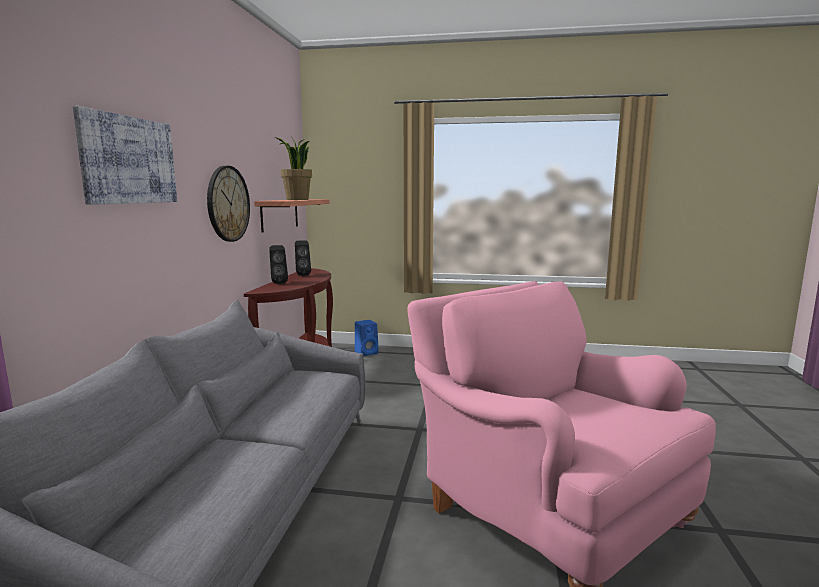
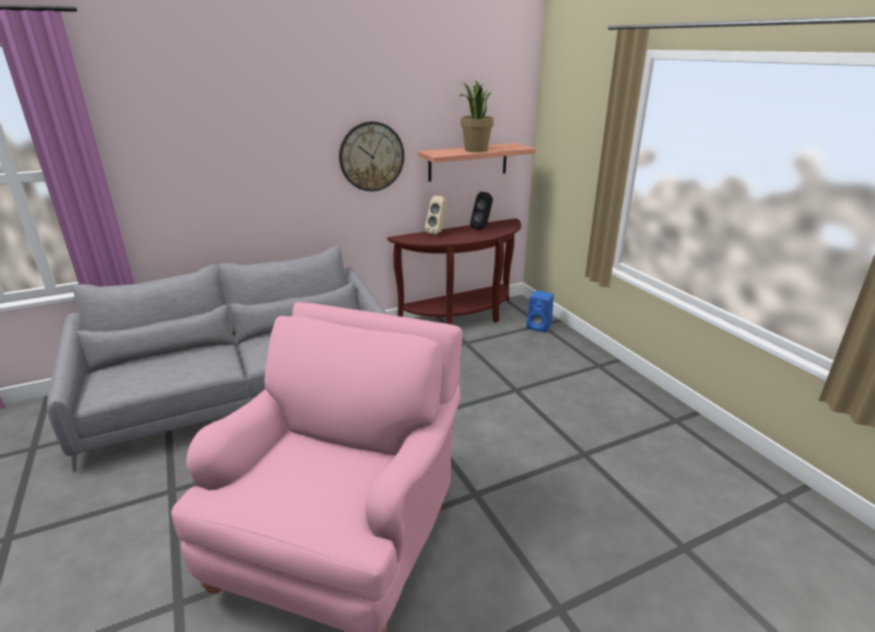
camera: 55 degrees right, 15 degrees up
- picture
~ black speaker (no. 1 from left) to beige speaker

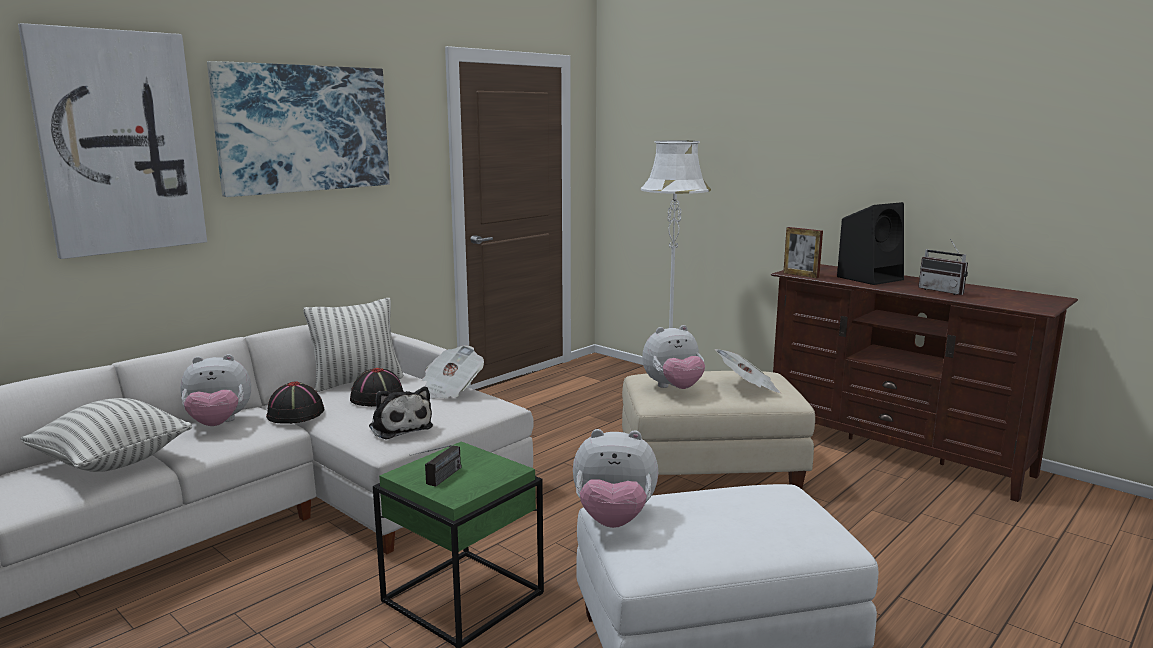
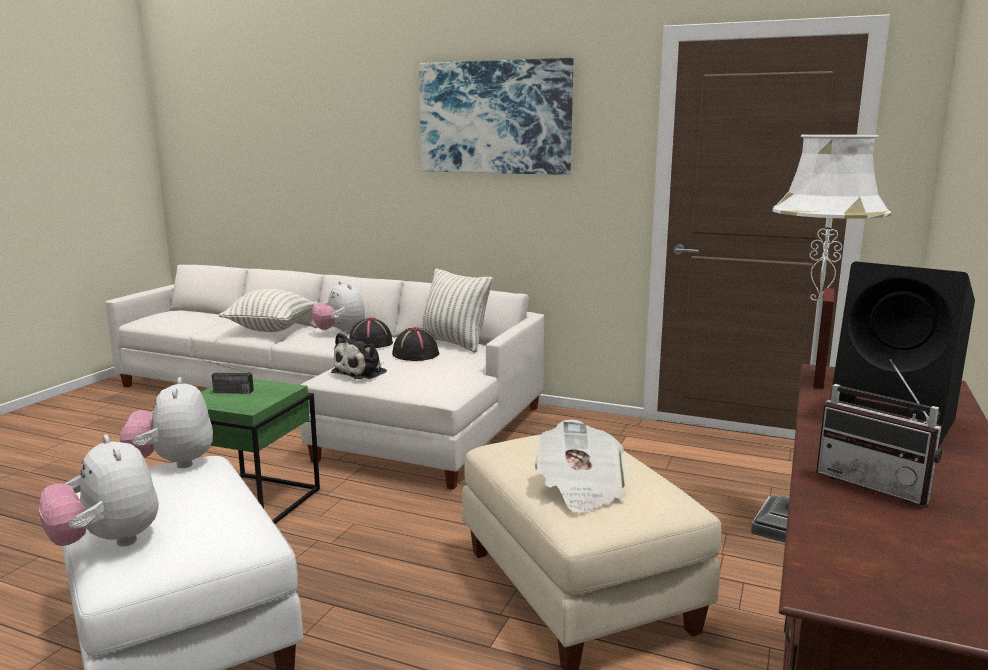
camera: 70 degrees right, 0 degrees up
- picture (no. 1 from left)
- newspaper (no. 1 from left)
~ plush toy (no. 4 from left in the first image) to plush toy (no. 1 from left)
~ radio (no. 2 from left) 75 degrees counterclockwise

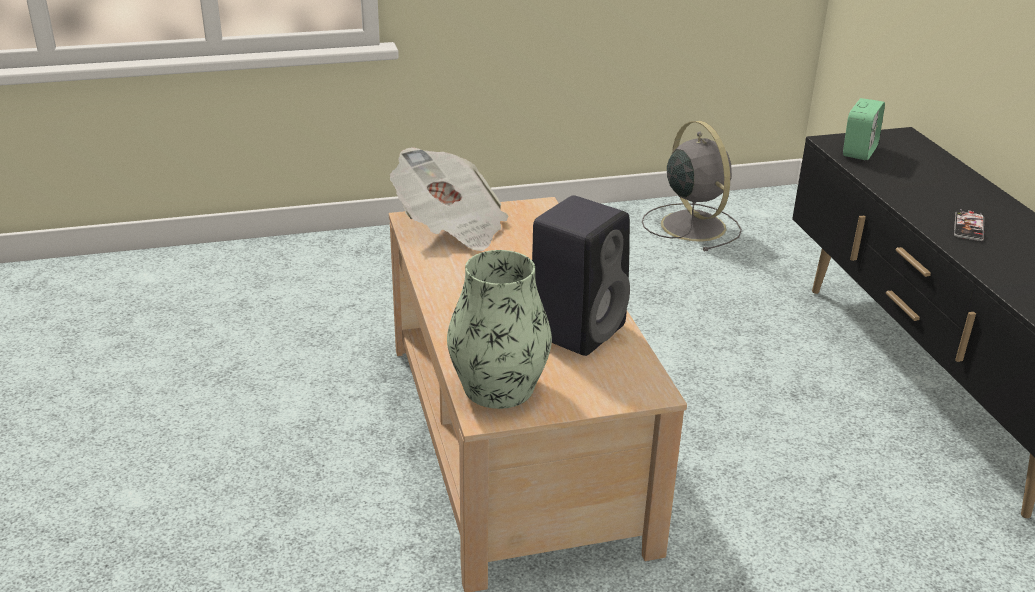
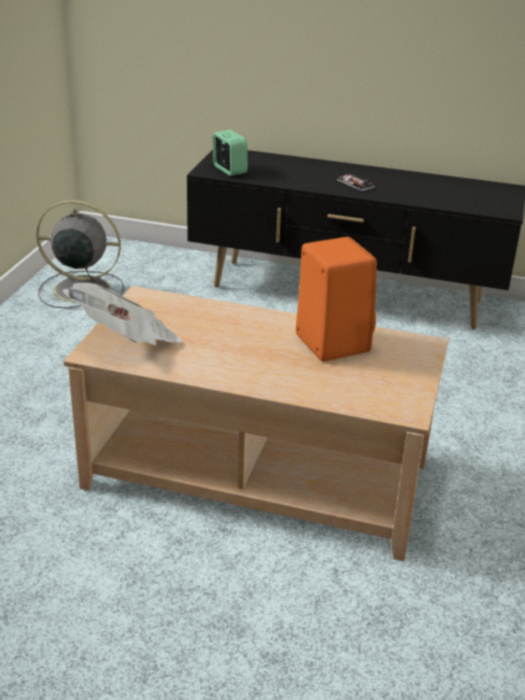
camera: 60 degrees left, 0 degrees up
- vase
~ black speaker to orange speaker

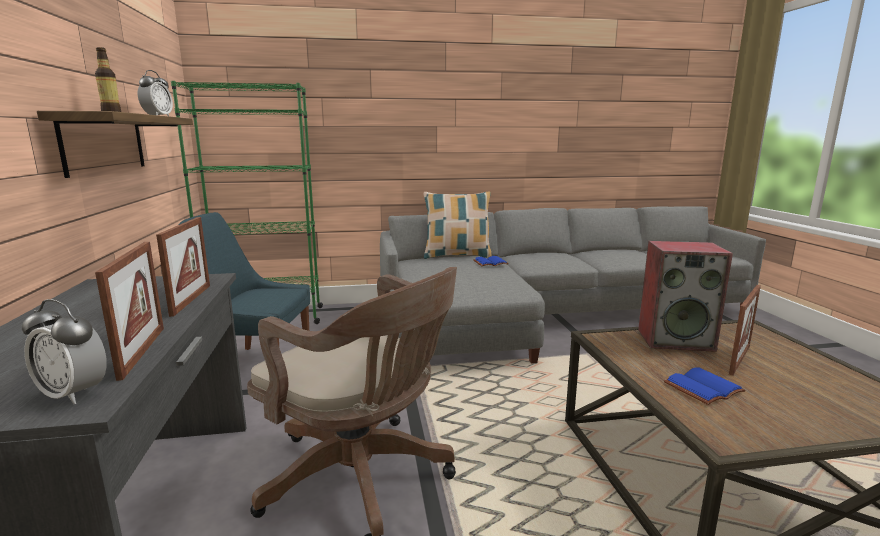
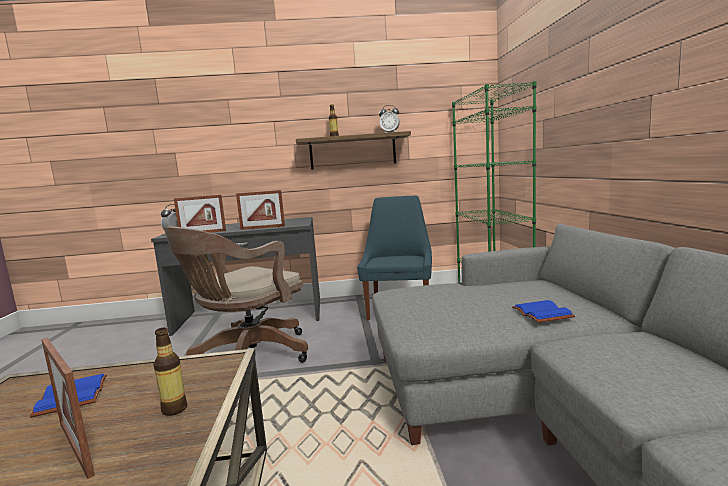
camera: 95 degrees right, 5 degrees down
- pillow
~ speaker to bottle (no. 1 from left)

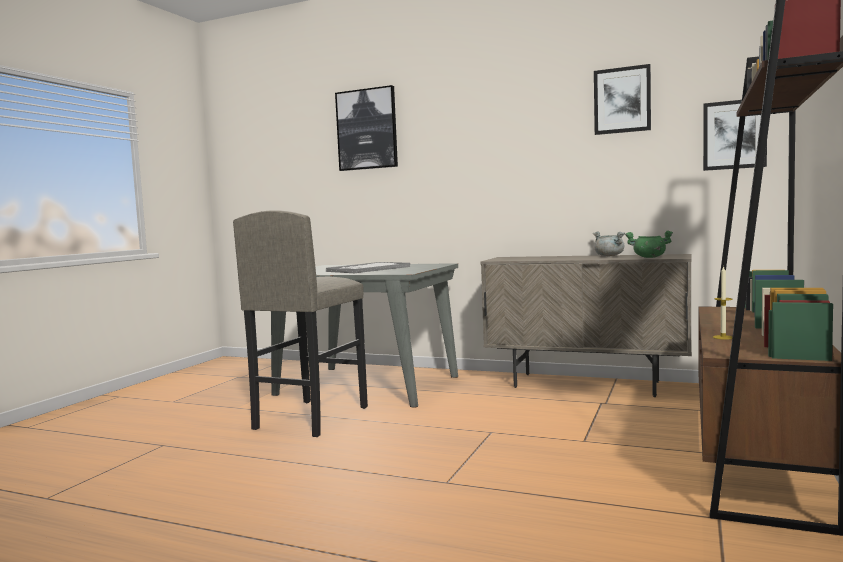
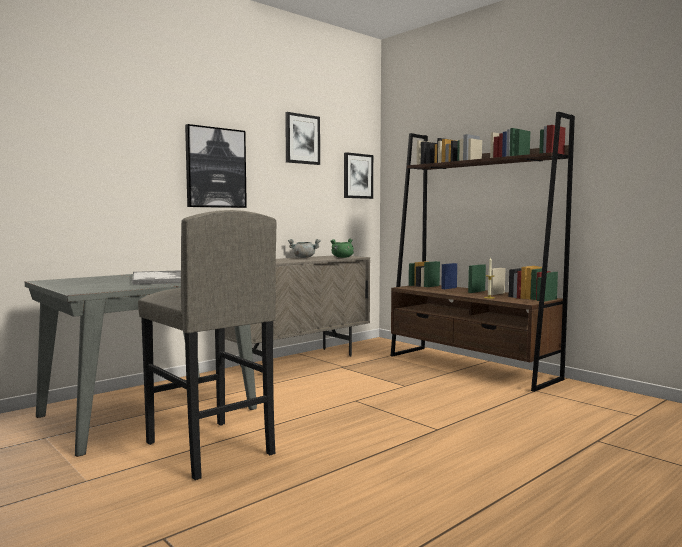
camera: 65 degrees left, 0 degrees up
~ picture (no. 1 from left)

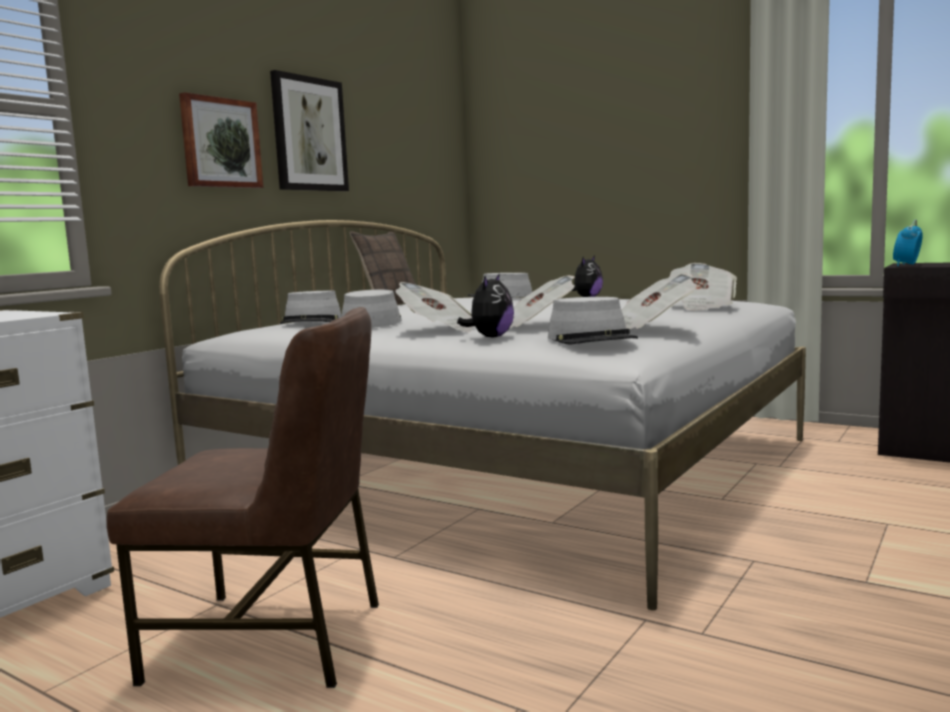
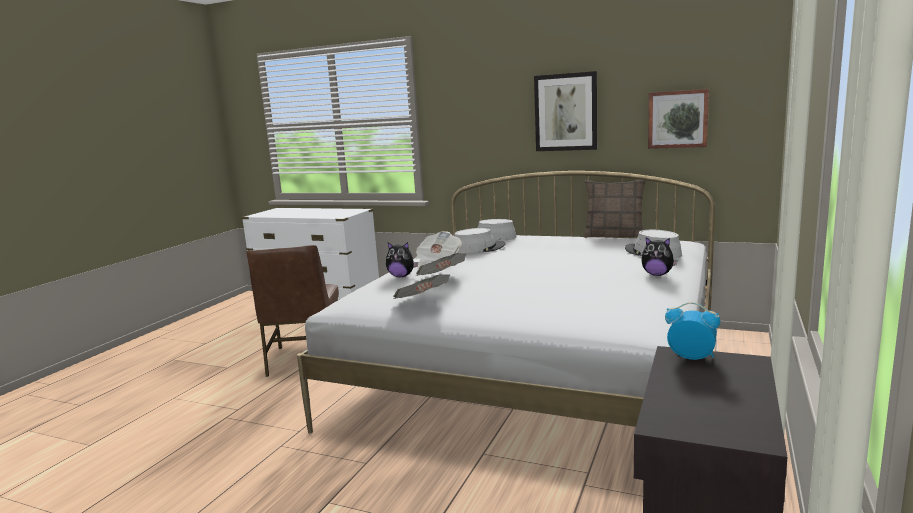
camera: 80 degrees right, 5 degrees up
- grey hat (no. 4 from left)
- newspaper (no. 4 from left)
~ picture (no. 1 from left in the first image) to picture (no. 2 from left)

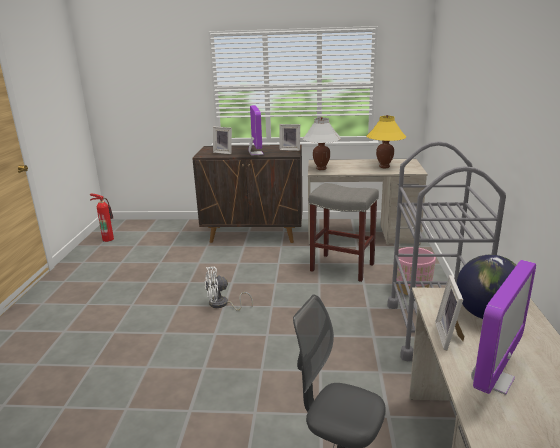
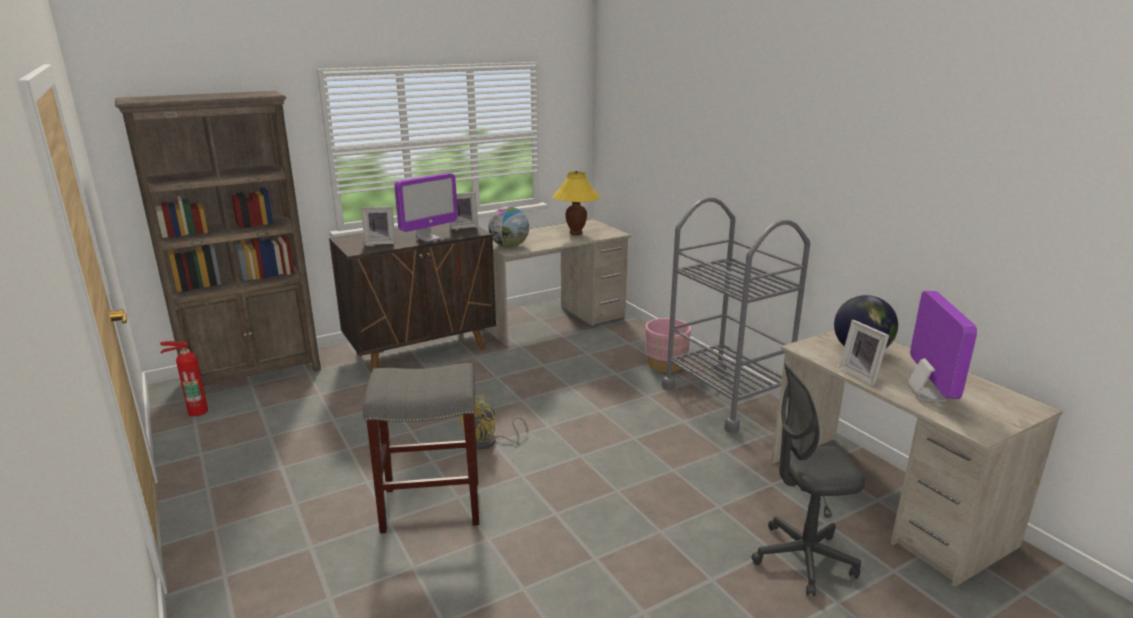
camera: 35 degrees left, 0 degrees up
+ brown bookcase
~ grey stool
~ white table lamp to globe (no. 1 from left)
~ white fan to yellow fan
~ monitor (no. 1 from left) 90 degrees clockwise

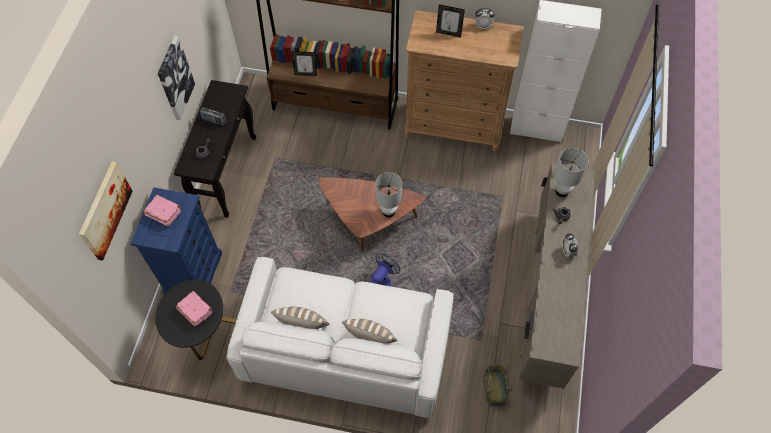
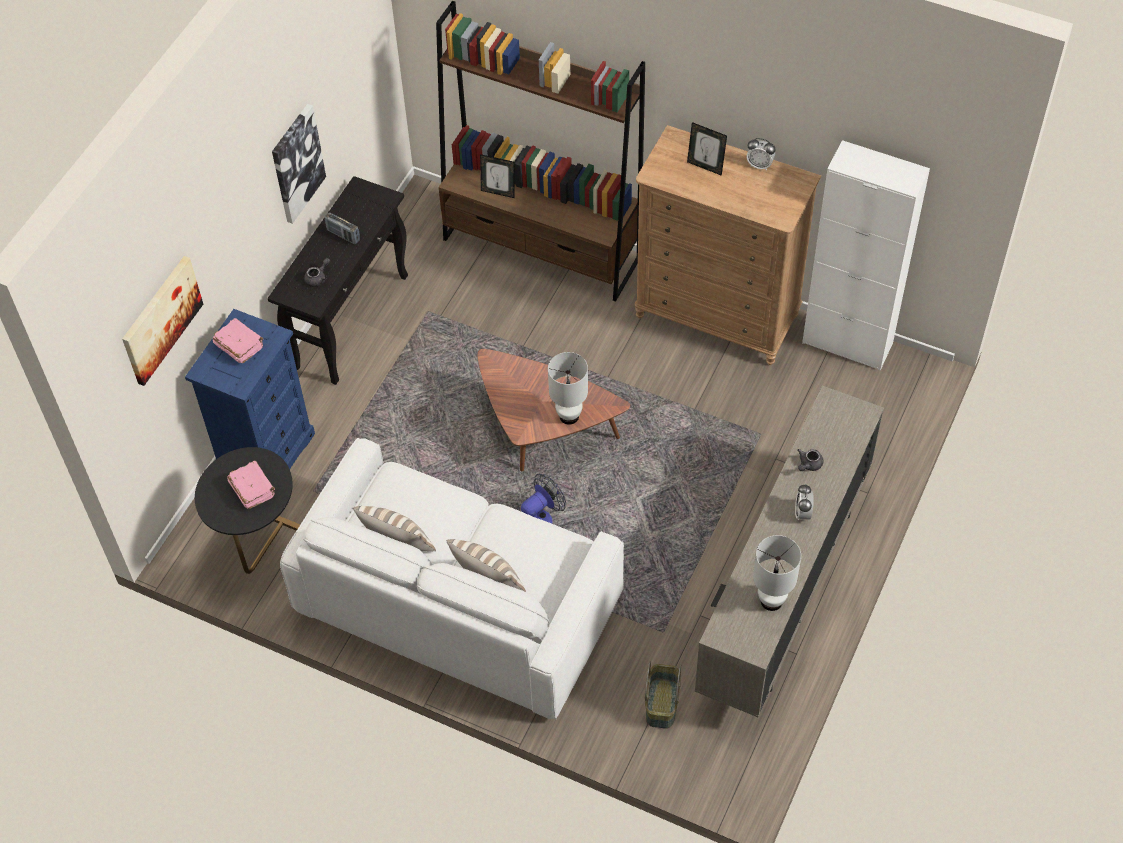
camera: 15 degrees right, 5 degrees down
~ white table lamp (no. 2 from left)

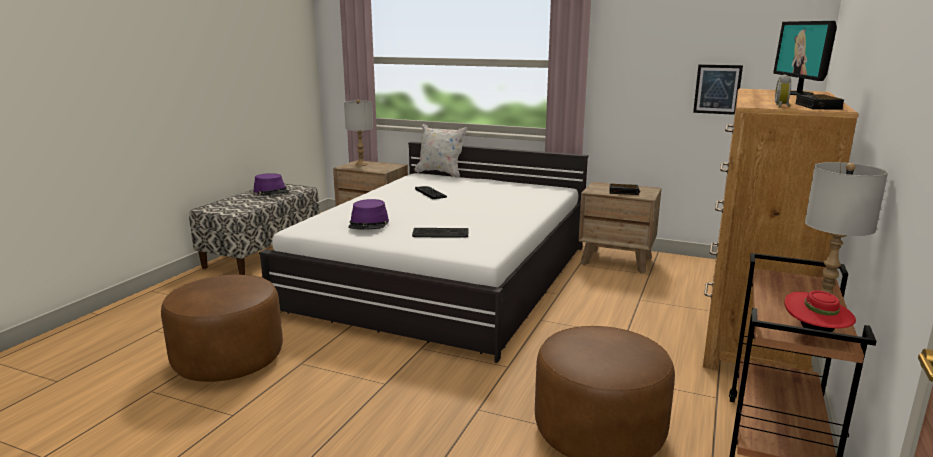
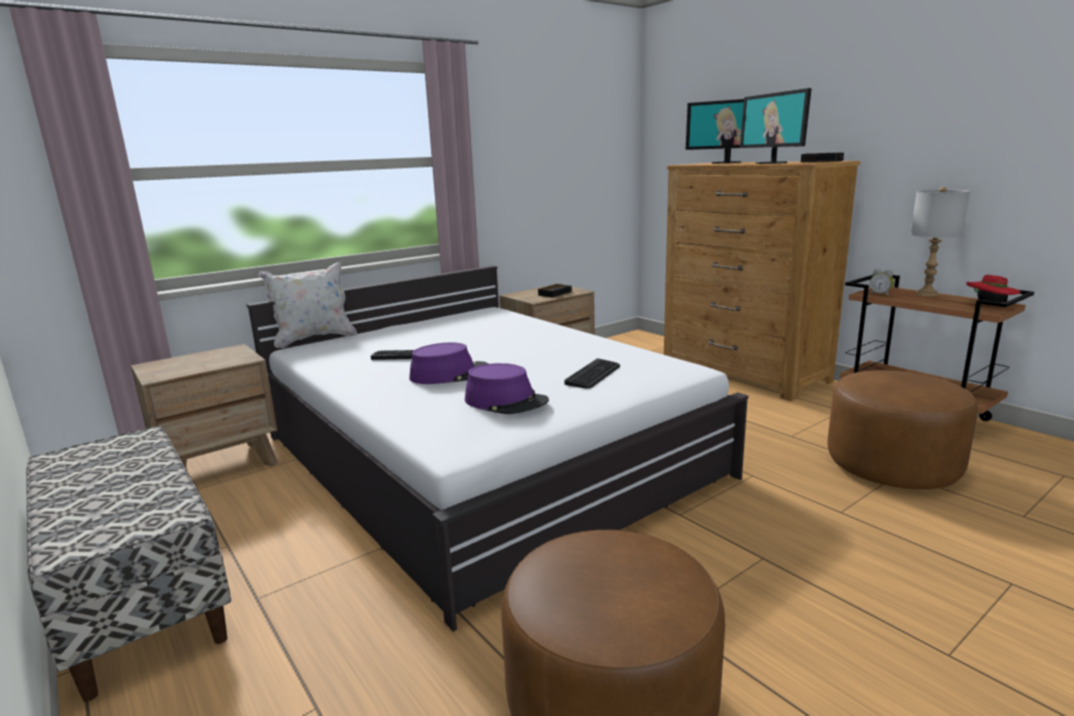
camera: 60 degrees left, 0 degrees up
- grey table lamp (no. 1 from left)
- picture
+ monitor (no. 2 from left)
~ purple hat (no. 1 from left)
~ alarm clock (no. 2 from left in the first image) to alarm clock (no. 3 from left)

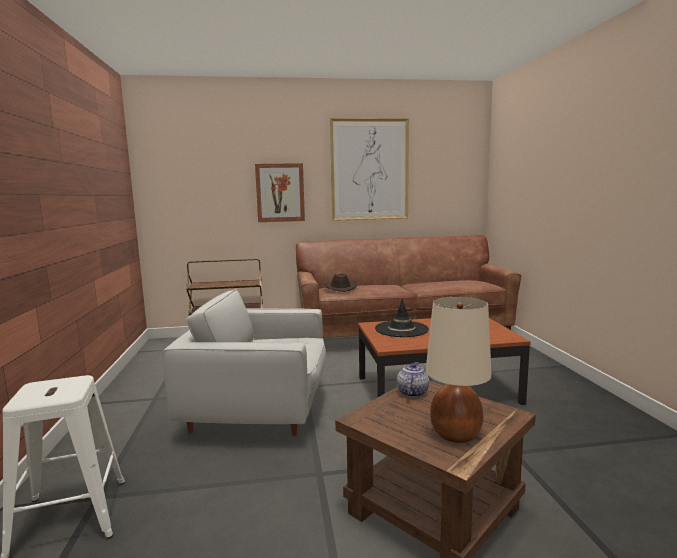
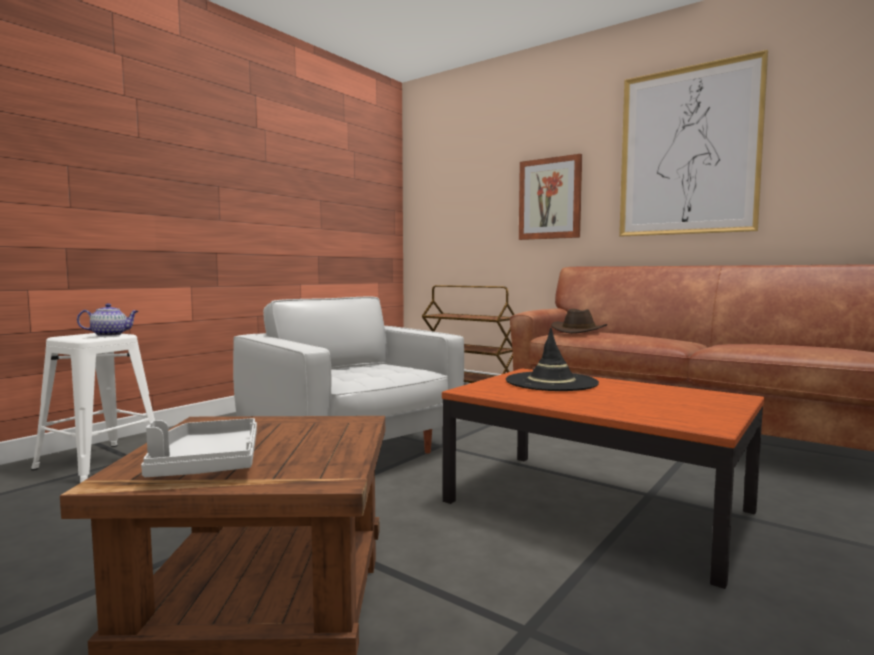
camera: 45 degrees right, 5 degrees down
~ teapot
~ beige table lamp to grey tray

